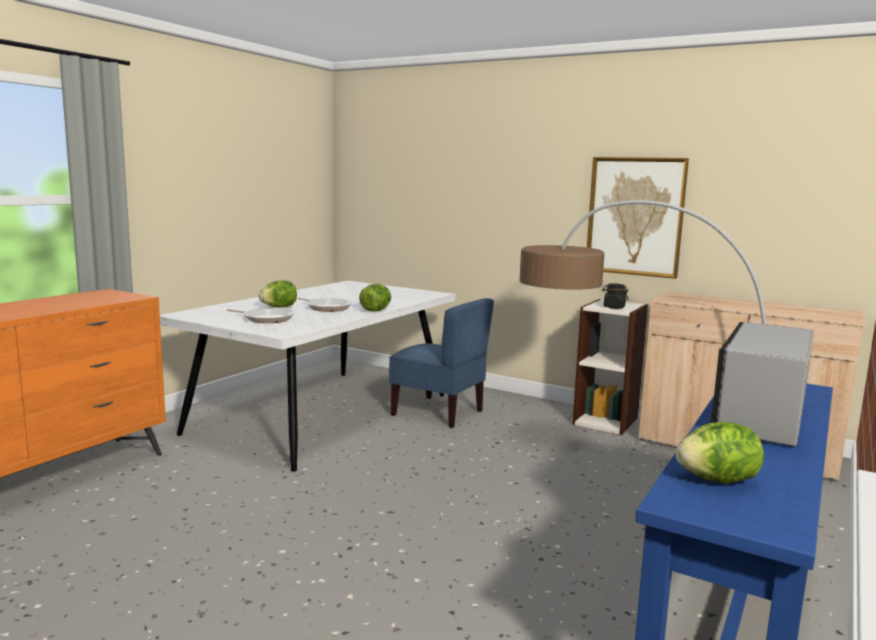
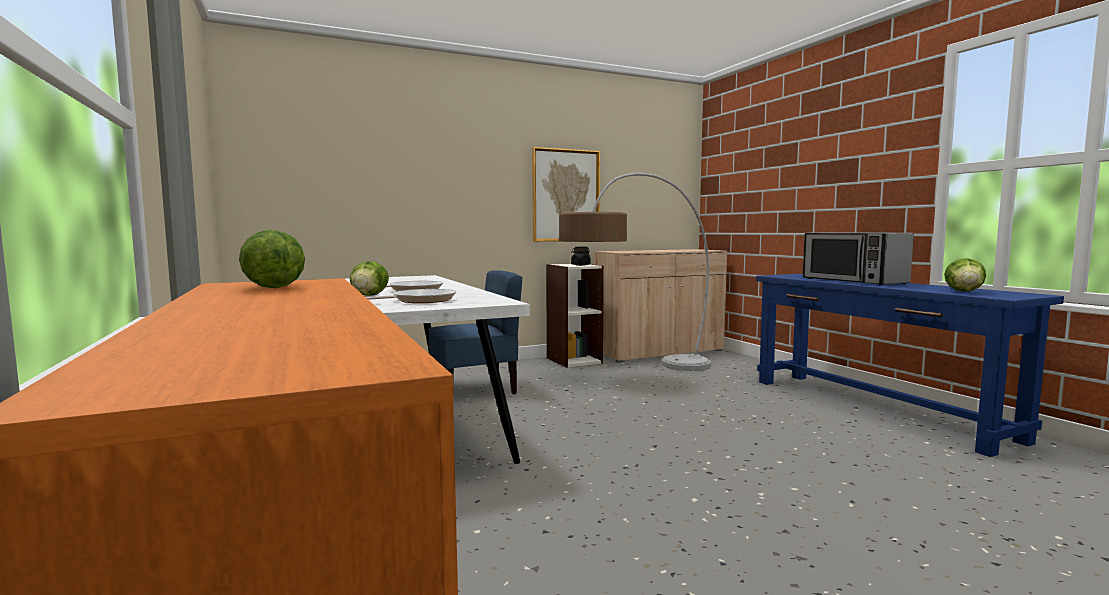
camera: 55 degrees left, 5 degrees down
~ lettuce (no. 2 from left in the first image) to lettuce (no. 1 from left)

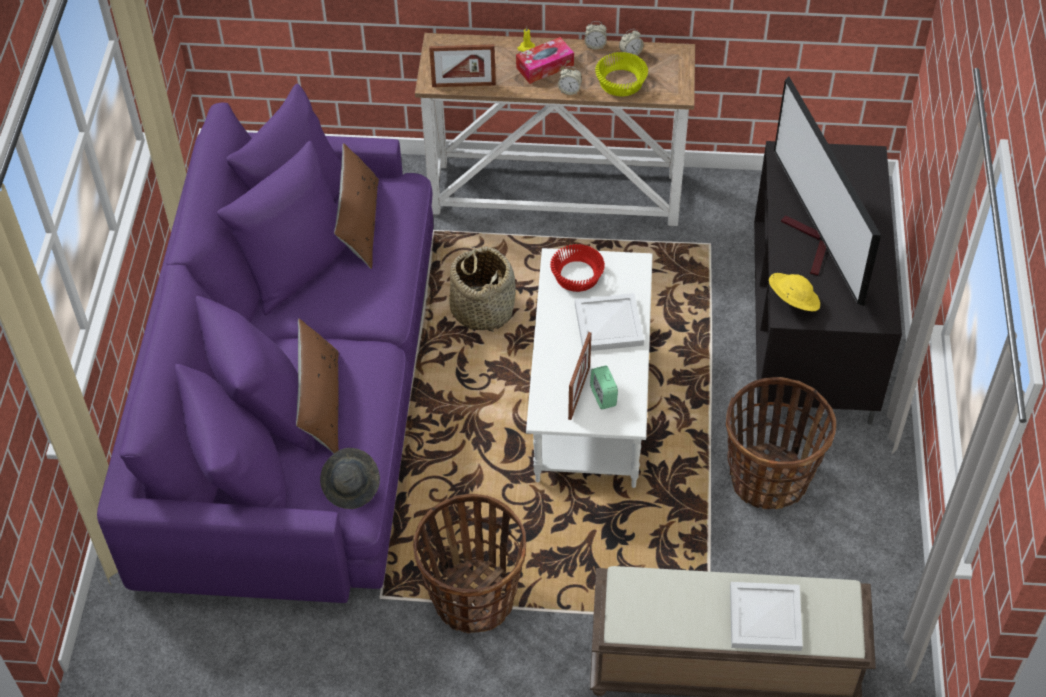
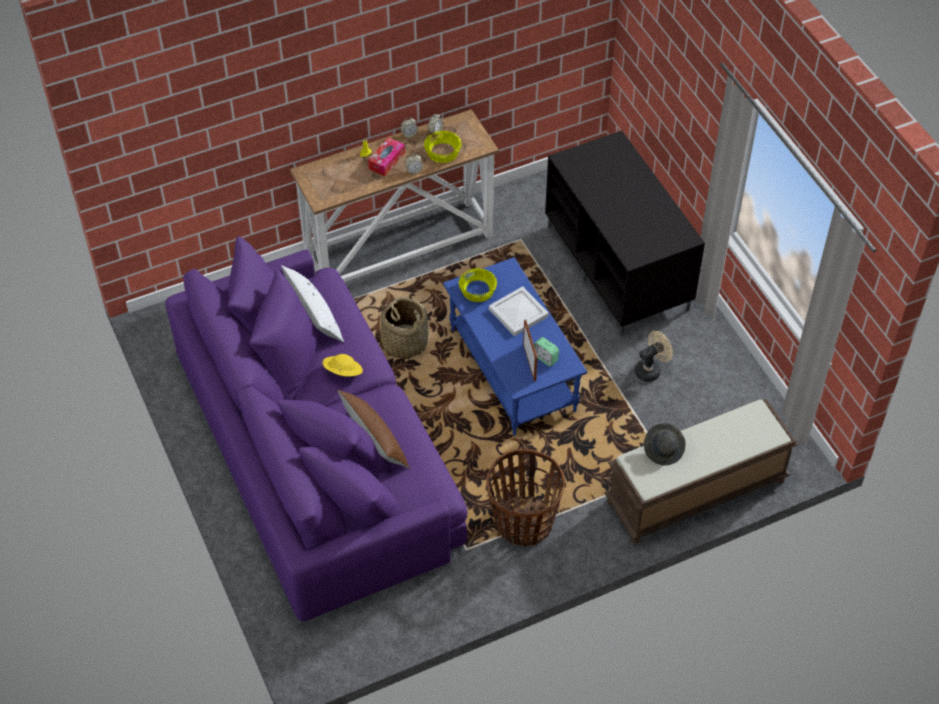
camera: 30 degrees left, 0 degrees up
- picture frame (no. 1 from left)
- white tray (no. 2 from left)
- television
~ grey hat
~ yellow hat
~ basket (no. 3 from left) to beige fan
~ brown pillow (no. 2 from left) to white pillow
~ white coffee table to blue coffee table
~ red bowl to yellow bowl (no. 2 from left)

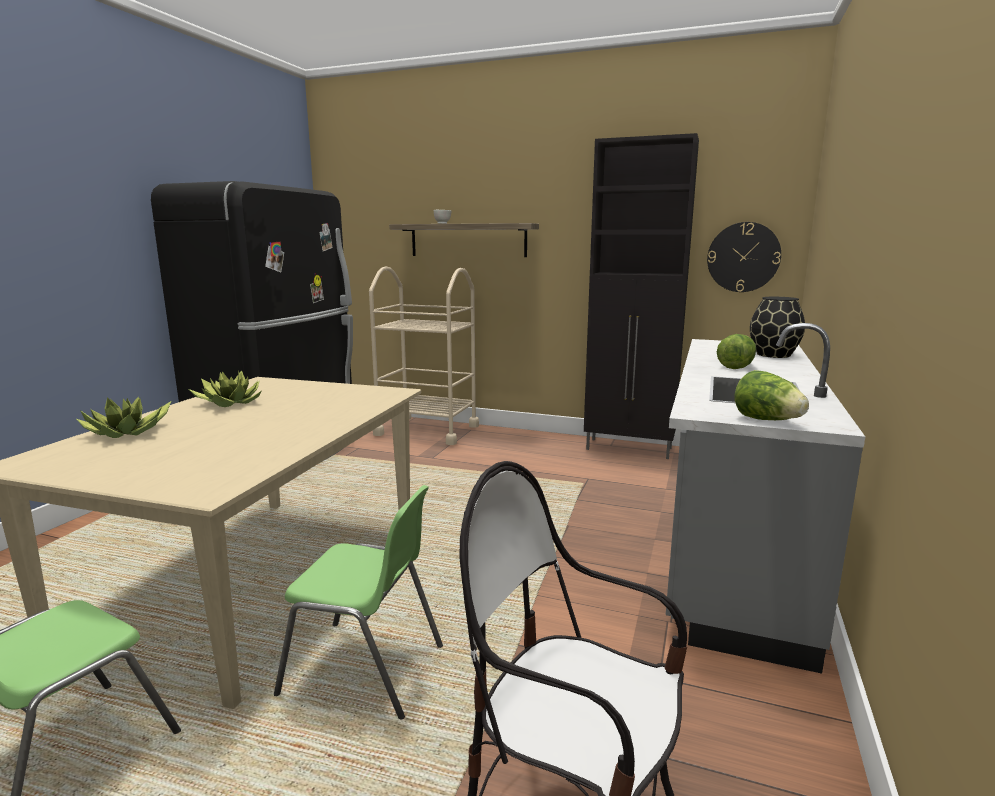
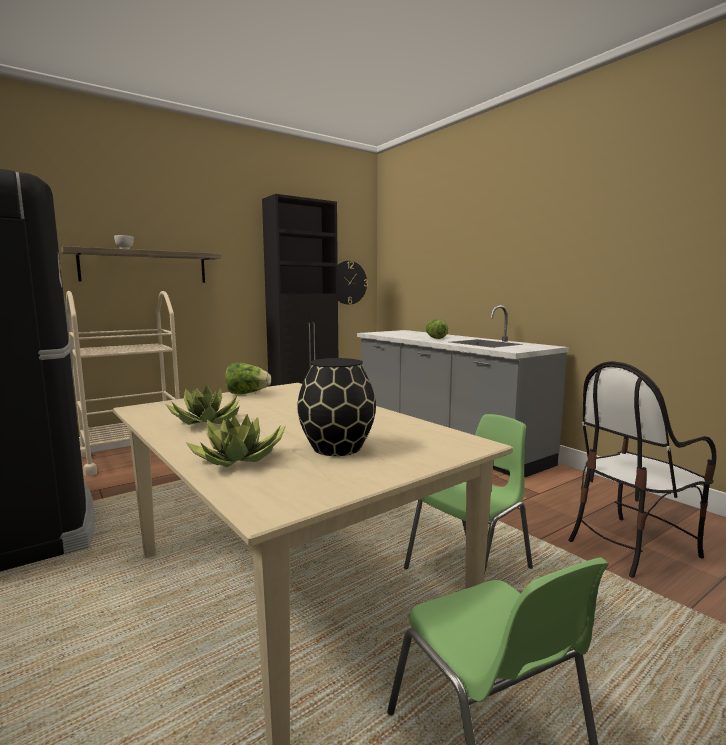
camera: 55 degrees left, 5 degrees down
~ lettuce (no. 2 from left in the first image) to lettuce (no. 1 from left)
~ black vase

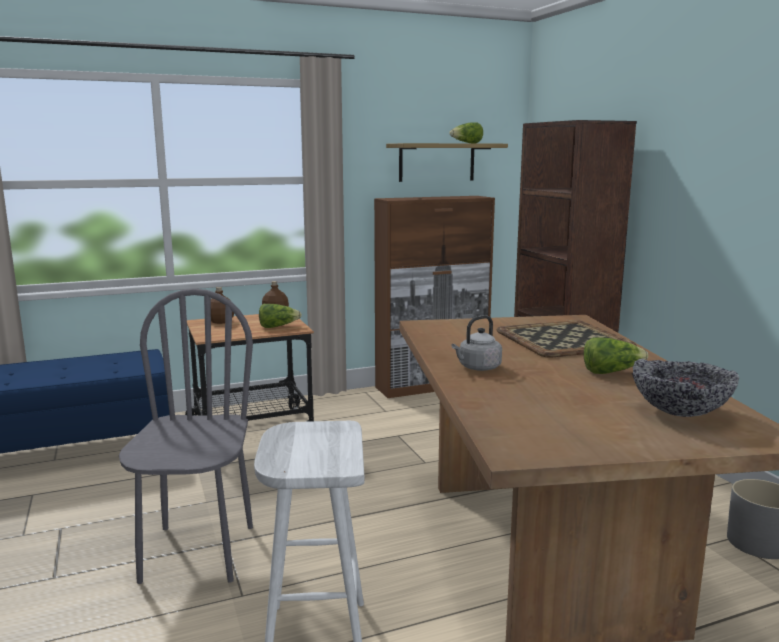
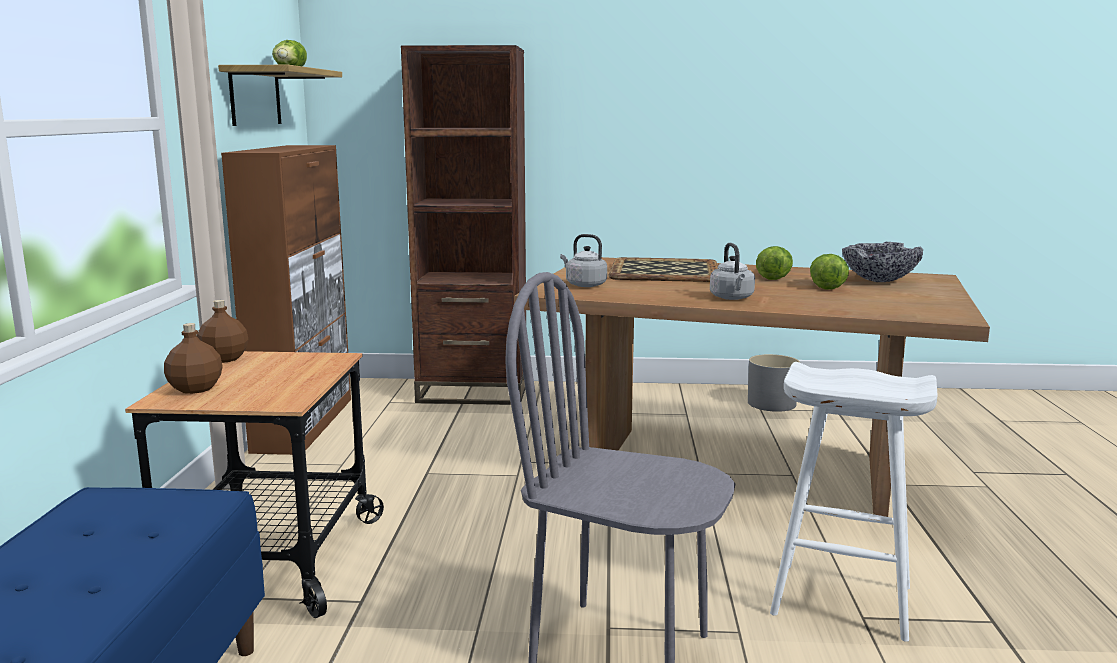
camera: 65 degrees left, 0 degrees up
+ grey kettle (no. 1 from left)
~ lettuce (no. 1 from left in the first image) to lettuce (no. 3 from left)

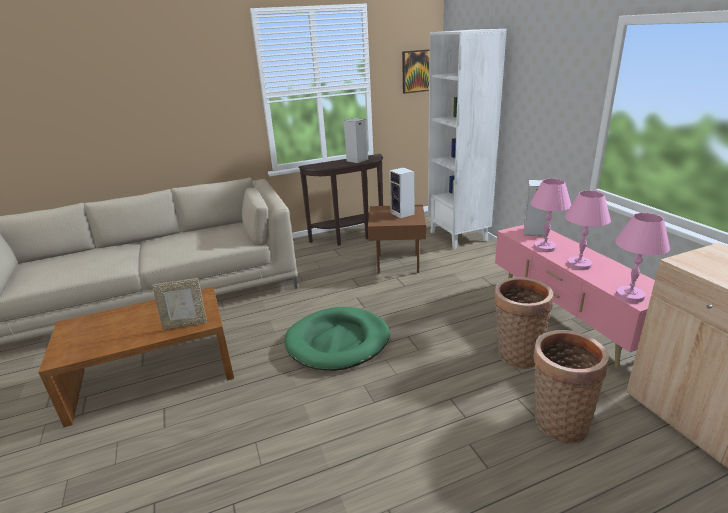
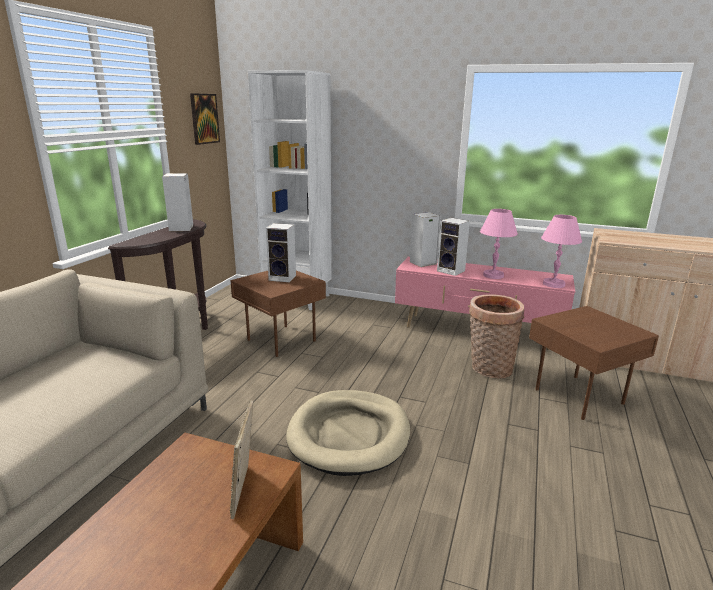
camera: 50 degrees left, 5 degrees down
~ pink table lamp (no. 1 from left) to speaker (no. 4 from left)
~ basket (no. 2 from left) to brown side table (no. 2 from left)
~ green dog bed to beige dog bed
~ picture frame 150 degrees clockwise

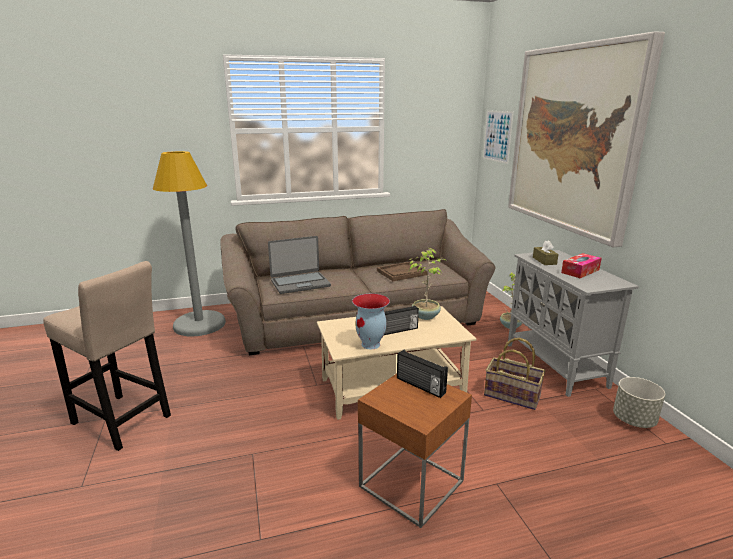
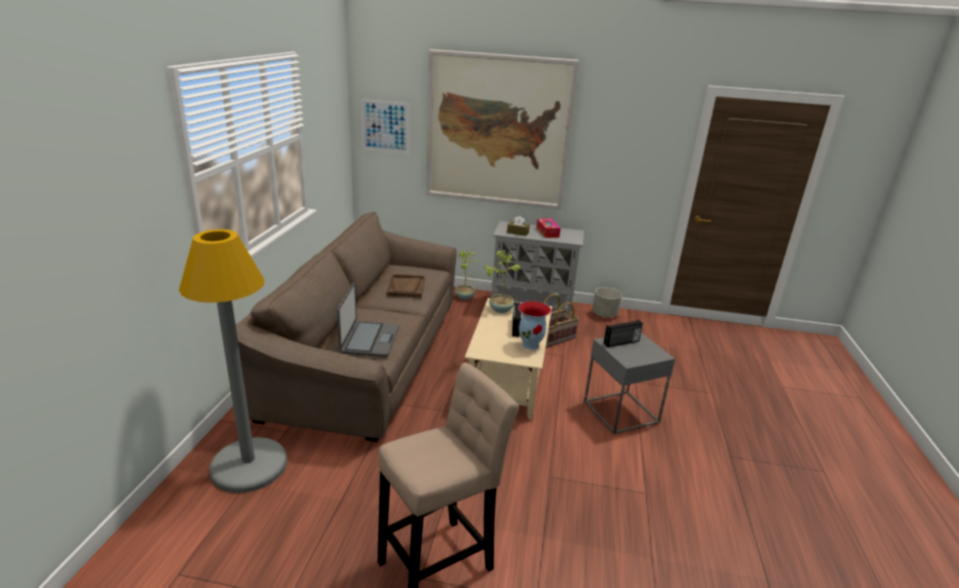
camera: 65 degrees left, 5 degrees up
~ brown side table to grey side table

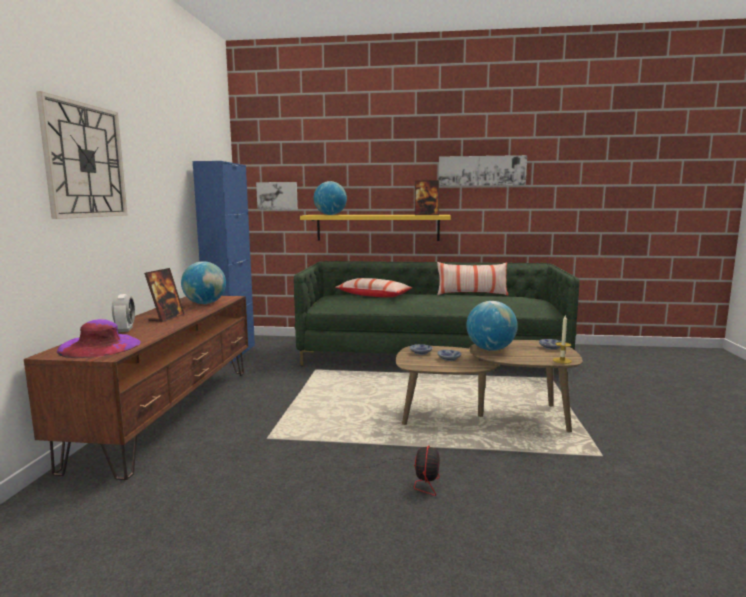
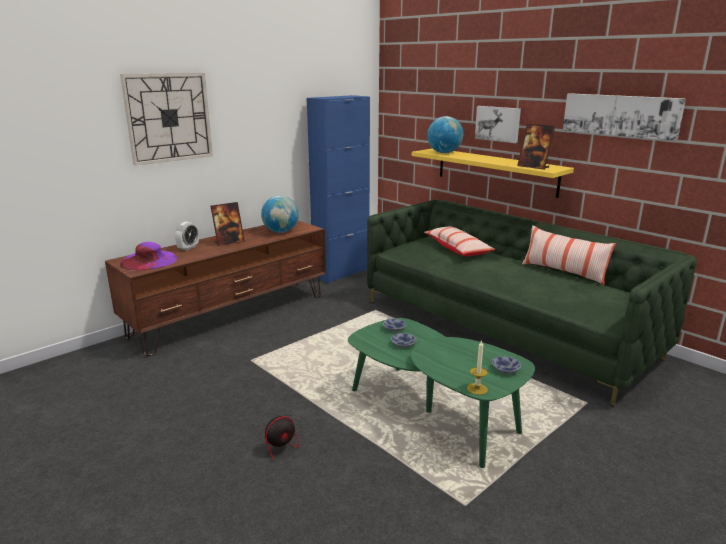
camera: 40 degrees right, 10 degrees up
- globe (no. 3 from left)
~ picture (no. 1 from left)
~ brown coffee table to green coffee table

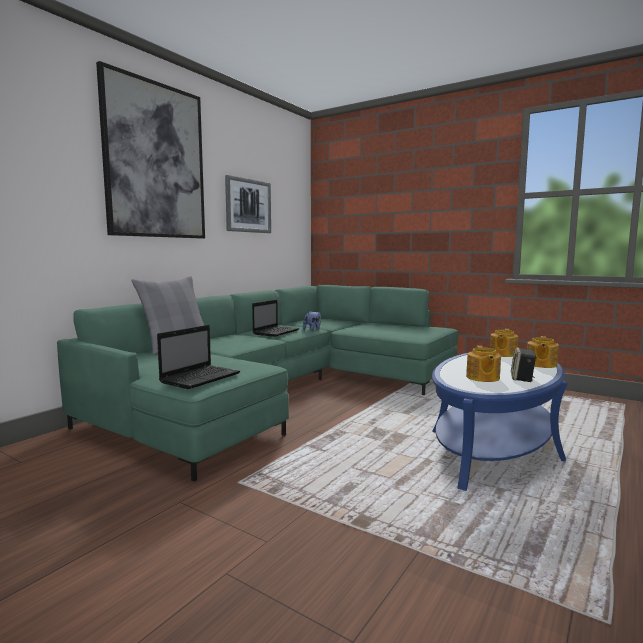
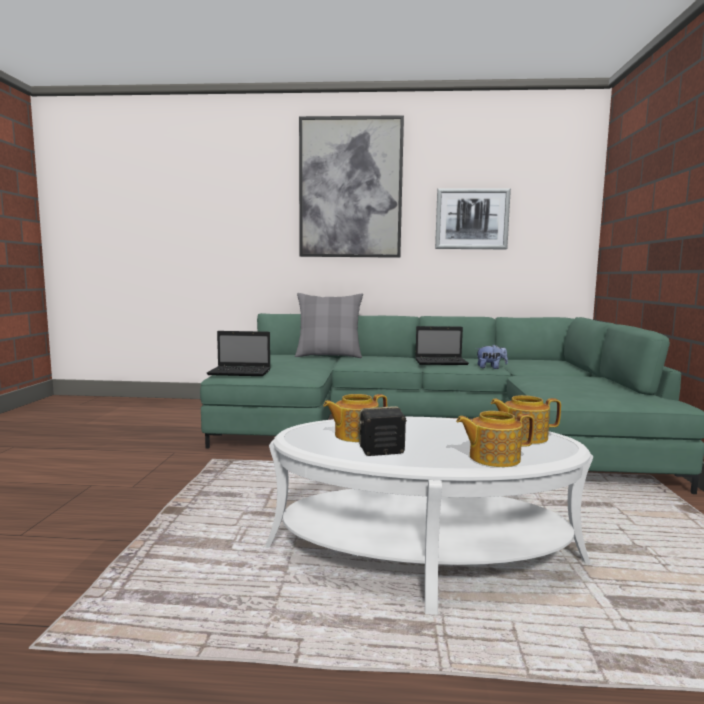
camera: 60 degrees right, 0 degrees up
~ blue coffee table to white coffee table

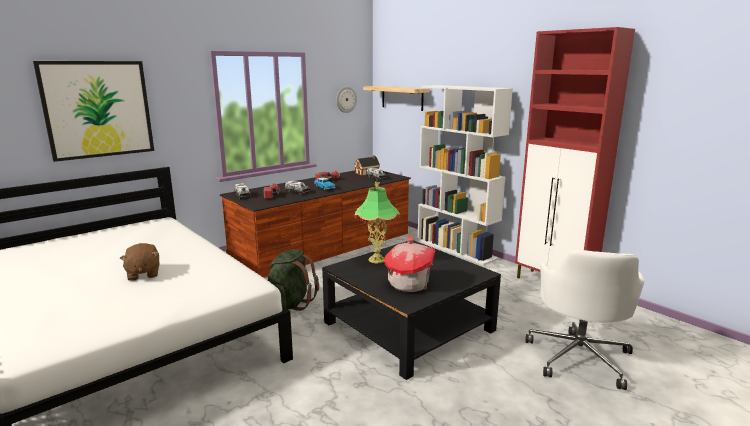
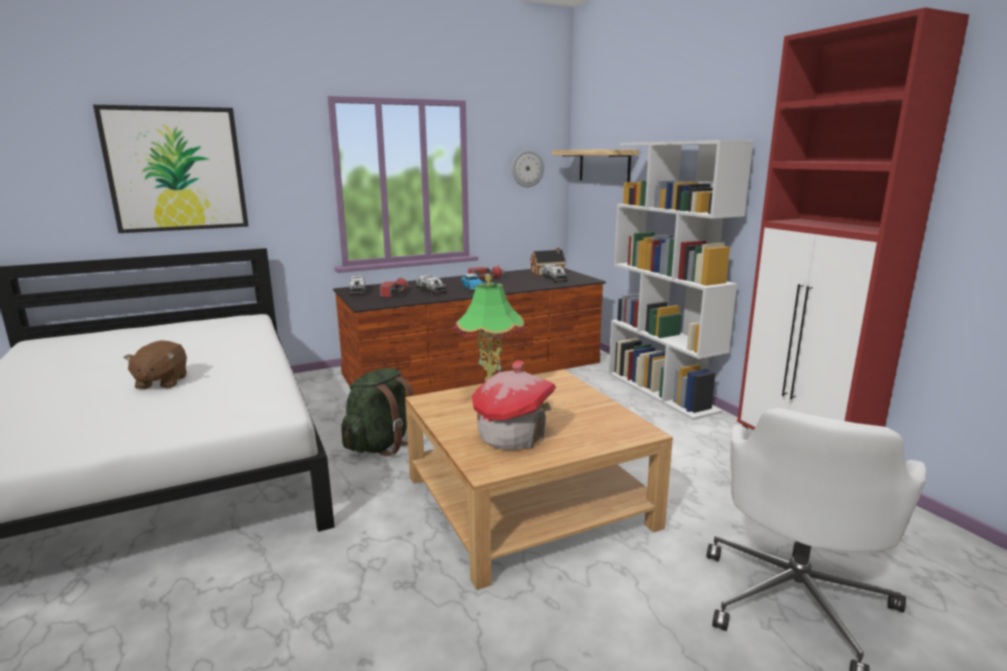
camera: 15 degrees right, 0 degrees up
~ black coffee table to beige coffee table

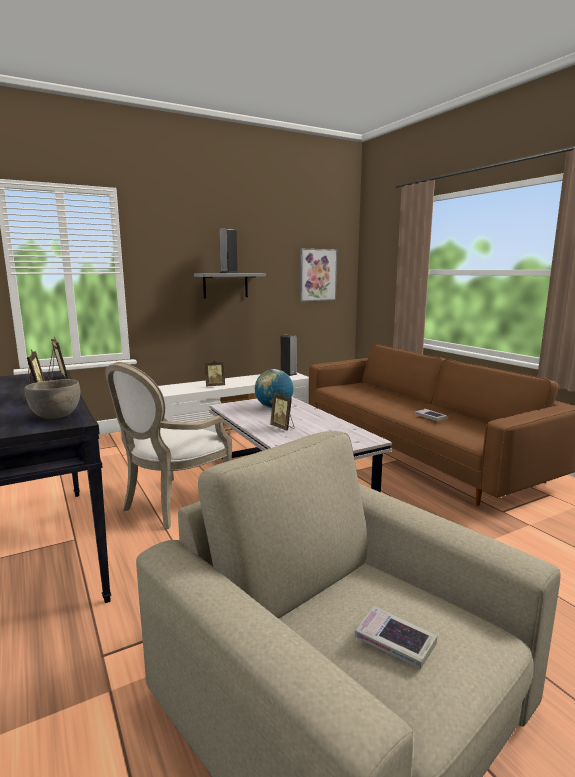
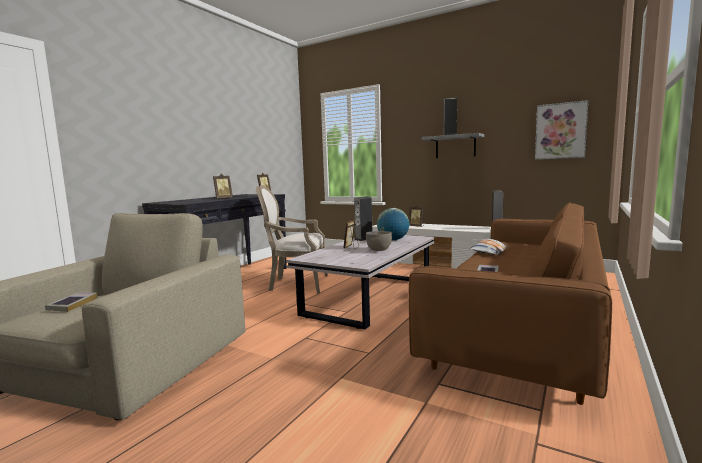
camera: 60 degrees right, 5 degrees down
+ speaker (no. 1 from left)
+ pillow
~ grey bowl

